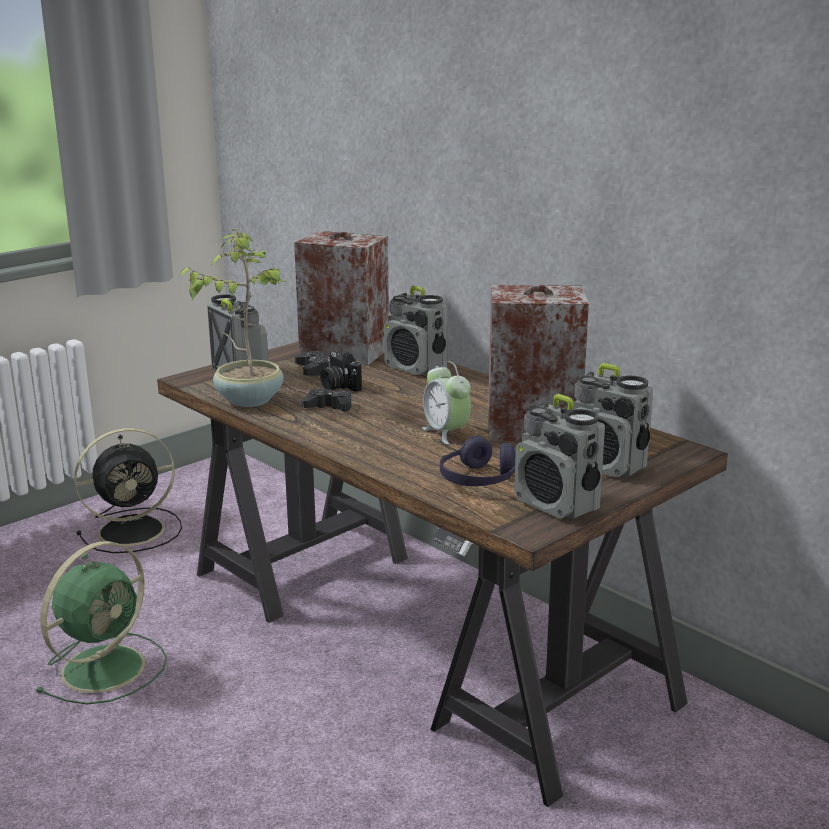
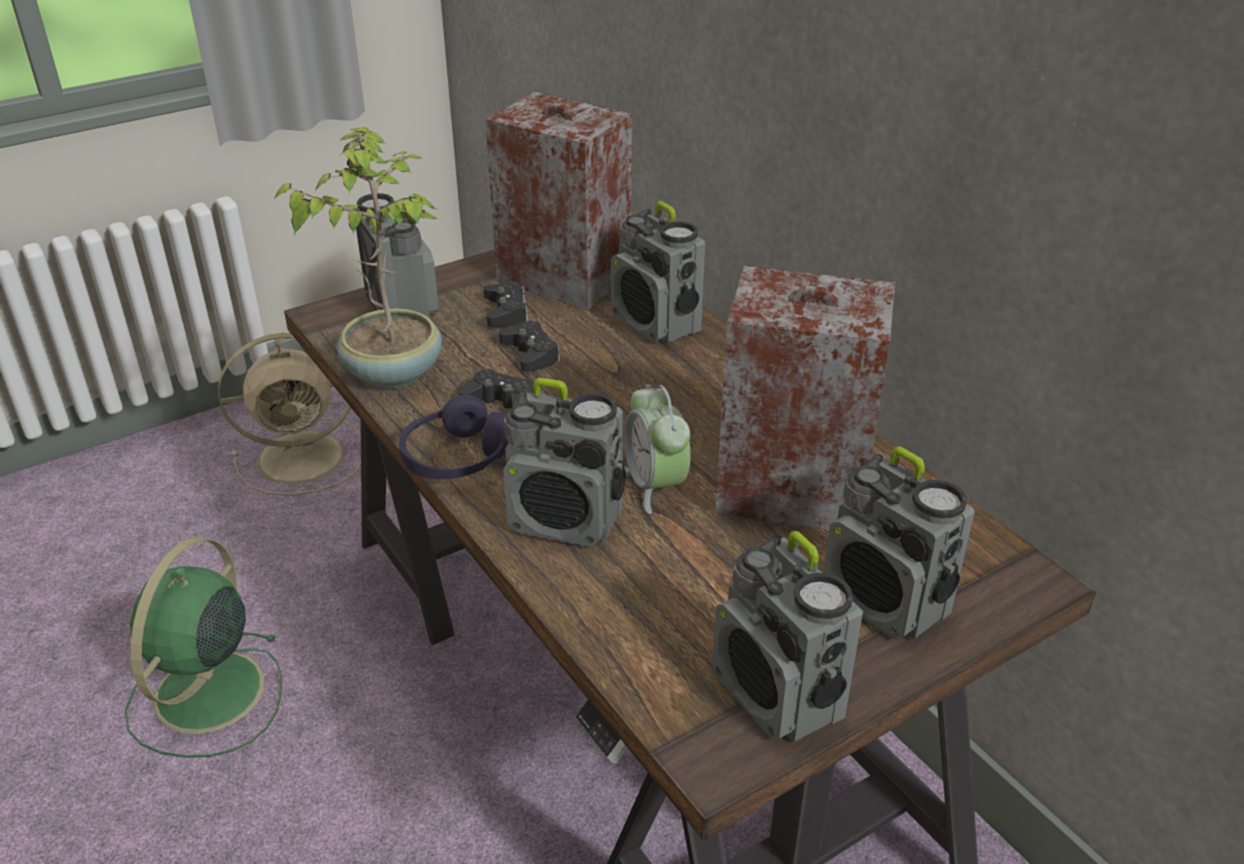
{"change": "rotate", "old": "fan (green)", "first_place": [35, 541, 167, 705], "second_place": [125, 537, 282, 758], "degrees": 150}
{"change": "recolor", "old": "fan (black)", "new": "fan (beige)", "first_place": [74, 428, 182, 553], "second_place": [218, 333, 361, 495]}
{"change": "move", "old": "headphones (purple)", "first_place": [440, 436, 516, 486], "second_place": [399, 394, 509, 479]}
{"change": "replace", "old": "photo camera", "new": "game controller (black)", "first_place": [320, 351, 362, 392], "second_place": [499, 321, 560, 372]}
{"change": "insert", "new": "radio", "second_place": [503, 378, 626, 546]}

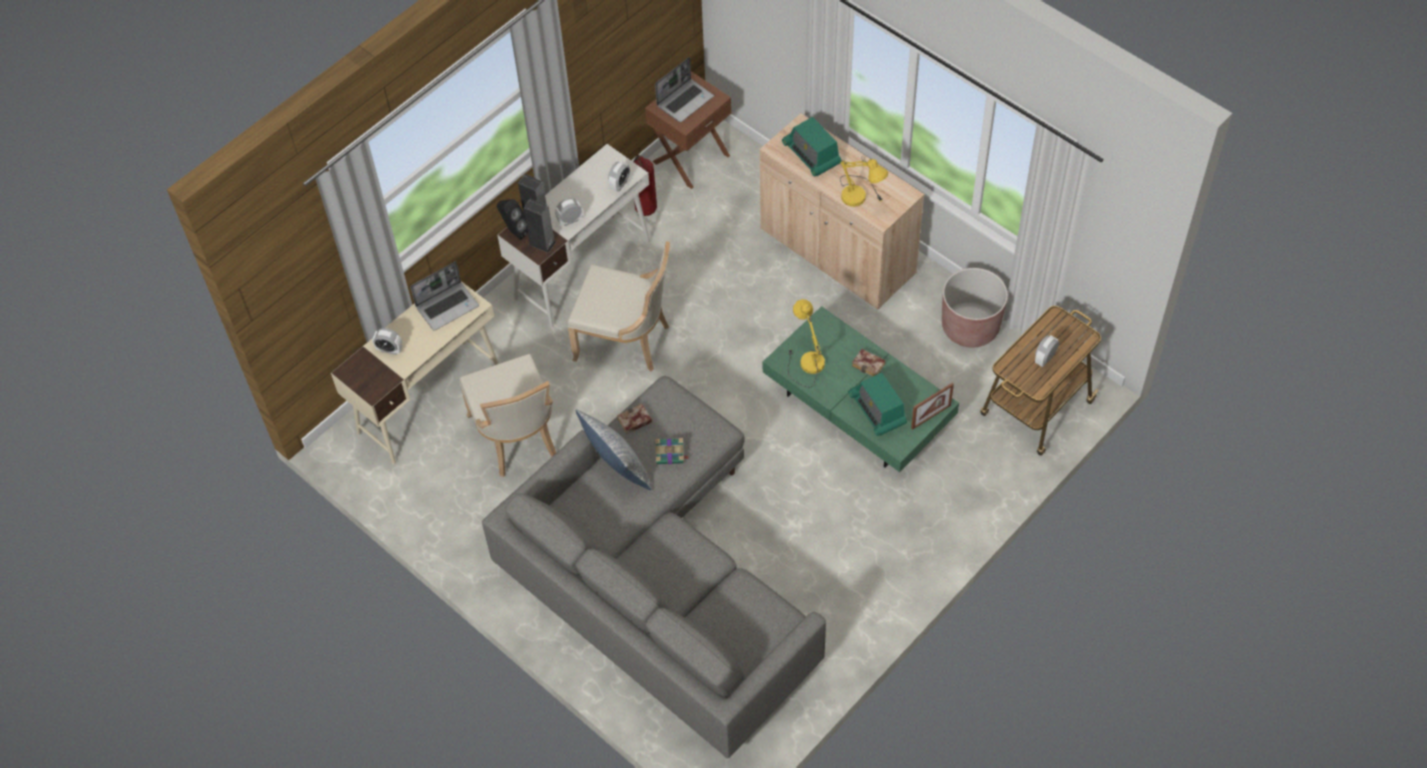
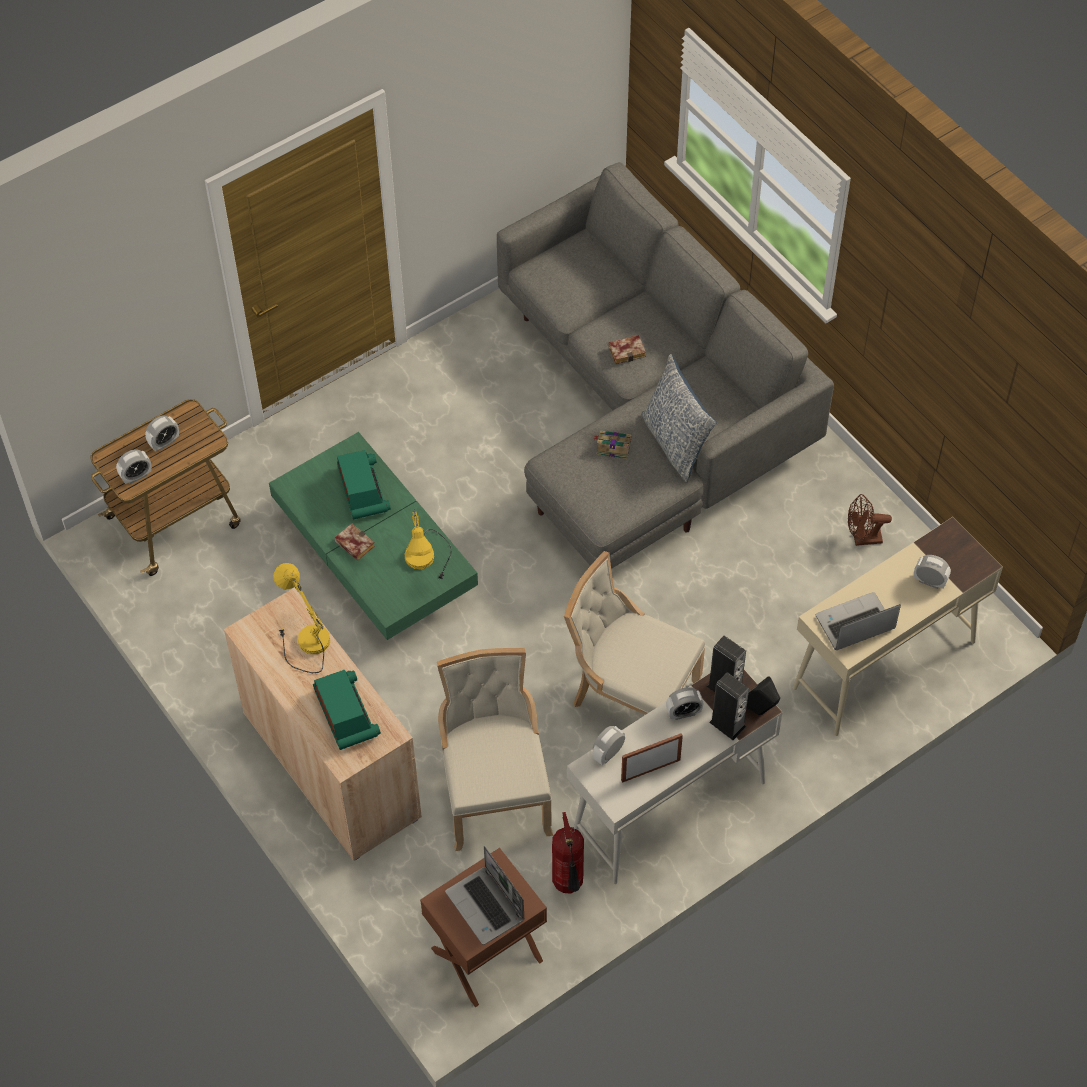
{"change": "insert", "new": "alarm clock", "second_place": [116, 449, 152, 484]}
{"change": "move", "old": "chair (beige)", "first_place": [459, 354, 556, 477], "second_place": [437, 648, 553, 851]}
{"change": "rotate", "old": "laptop", "first_place": [655, 57, 714, 122], "second_place": [445, 846, 524, 945], "degrees": -90}
{"change": "move", "old": "book", "first_place": [617, 404, 652, 434], "second_place": [608, 335, 646, 364]}
{"change": "move", "old": "picture frame", "first_place": [911, 383, 954, 430], "second_place": [621, 733, 683, 783]}
{"change": "insert", "new": "fan (brown)", "second_place": [848, 494, 892, 546]}
{"change": "delete", "old": "planter (brown)", "first_place": [942, 268, 1008, 348]}

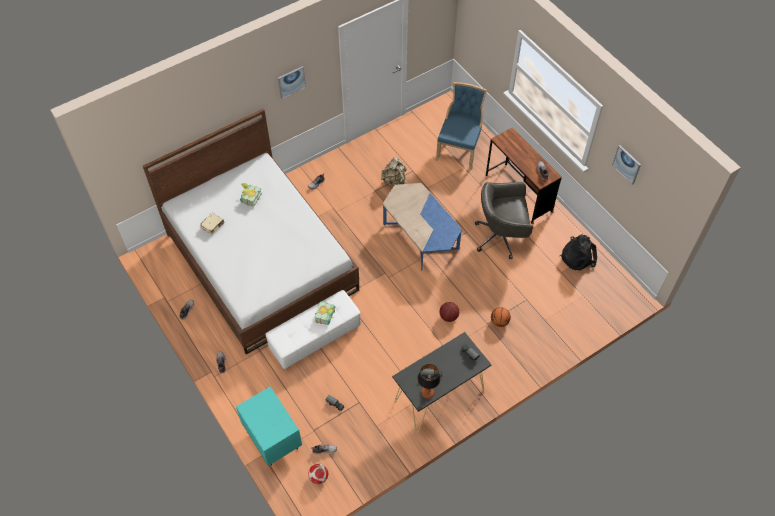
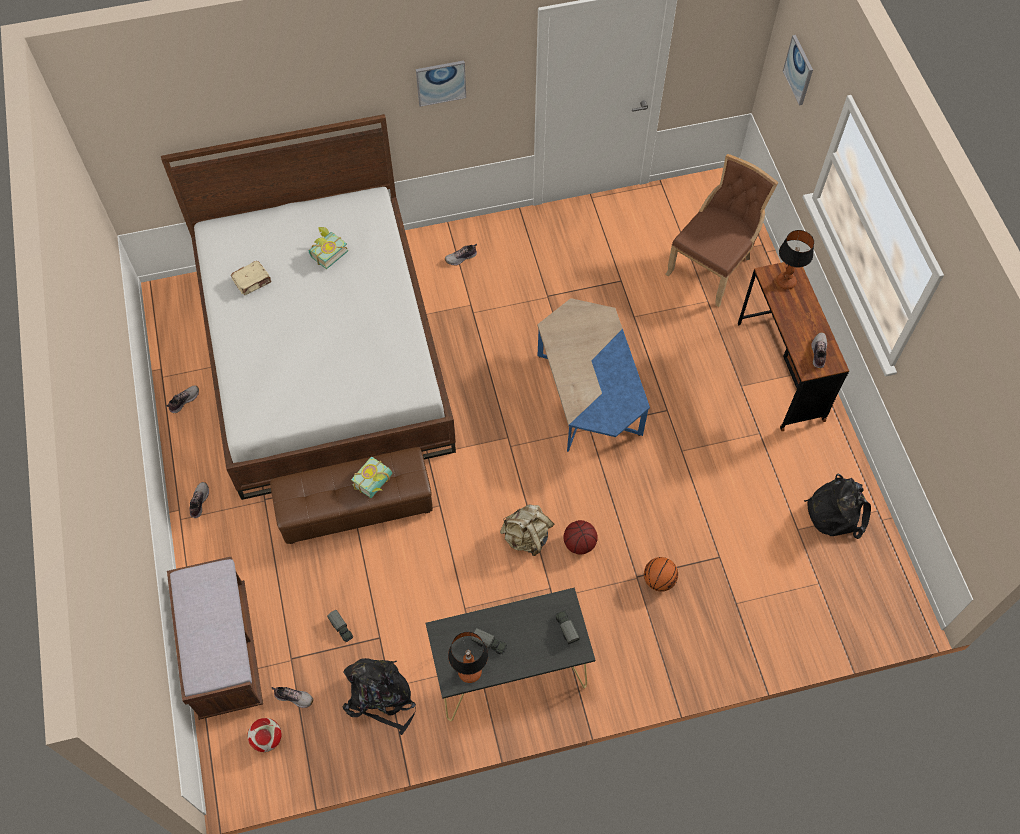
{"change": "replace", "old": "nightstand (turquoise)", "new": "bench (brown)", "first_place": [236, 386, 302, 466], "second_place": [167, 557, 263, 720]}
{"change": "recolor", "old": "ottoman (white)", "new": "ottoman (brown)", "first_place": [266, 290, 360, 369], "second_place": [270, 447, 433, 544]}
{"change": "insert", "new": "backpack (black)", "second_place": [342, 658, 416, 735]}
{"change": "move", "old": "backpack (beige)", "first_place": [381, 157, 406, 186], "second_place": [500, 504, 554, 556]}
{"change": "recolor", "old": "chair (blue)", "new": "chair (brown)", "first_place": [435, 82, 487, 170], "second_place": [665, 154, 778, 307]}
{"change": "insert", "new": "table lamp", "second_place": [776, 230, 814, 290]}
{"change": "move", "old": "picture", "first_place": [612, 145, 641, 185], "second_place": [783, 35, 813, 105]}
{"change": "delete", "old": "office chair (grey)", "first_place": [475, 182, 533, 259]}

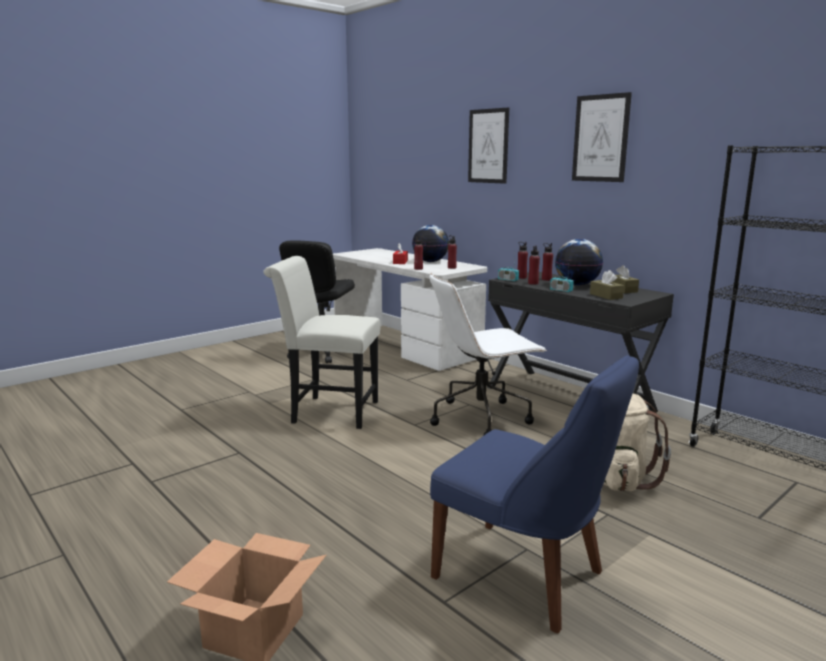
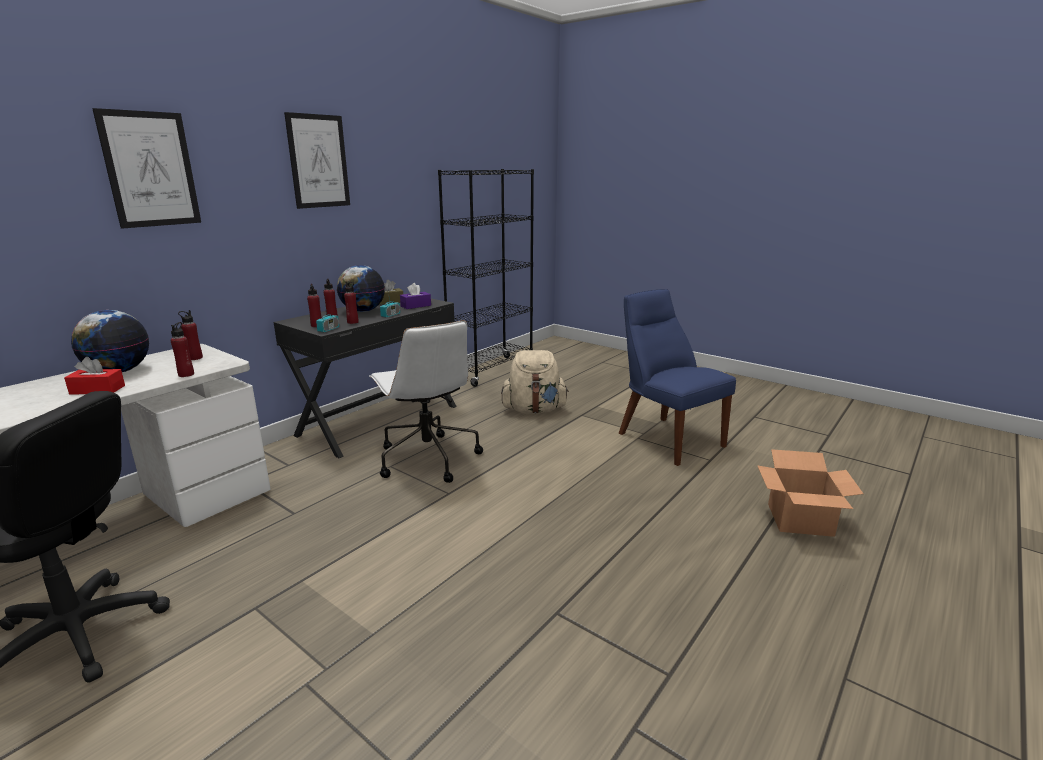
{"change": "recolor", "old": "tissue box (brown)", "new": "tissue box (purple)", "first_place": [590, 270, 624, 300], "second_place": [400, 283, 431, 309]}
{"change": "rotate", "old": "chair (blue)", "first_place": [430, 355, 639, 633], "second_place": [619, 289, 736, 466], "degrees": -60}
{"change": "delete", "old": "chair (white)", "first_place": [263, 256, 380, 429]}

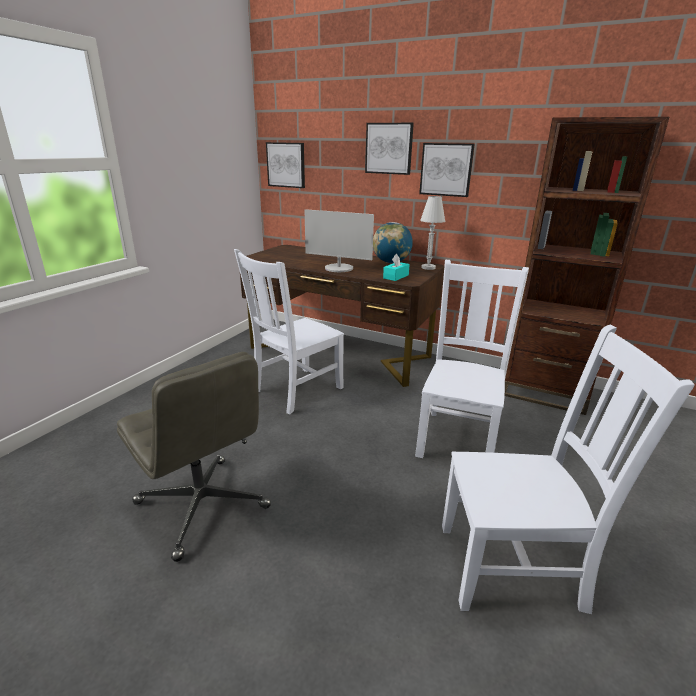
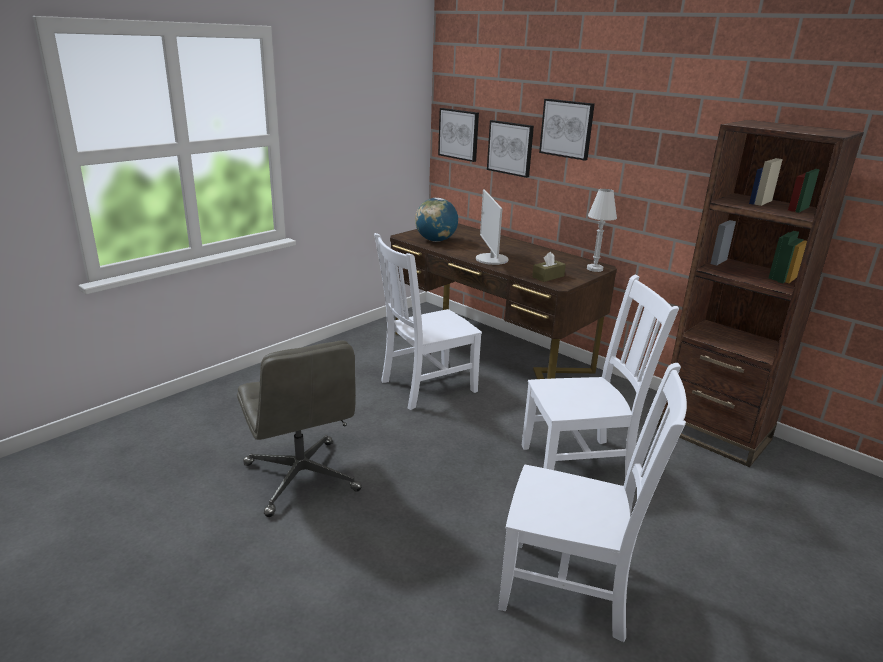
{"change": "move", "old": "globe", "first_place": [373, 222, 413, 263], "second_place": [415, 198, 458, 242]}
{"change": "rotate", "old": "monitor", "first_place": [304, 209, 374, 272], "second_place": [476, 190, 508, 265], "degrees": 45}
{"change": "move", "old": "picture", "first_place": [419, 143, 475, 197], "second_place": [487, 120, 534, 178]}
{"change": "rotate", "old": "chair (white)", "first_place": [415, 260, 529, 458], "second_place": [522, 275, 679, 478], "degrees": 45}
{"change": "recolor", "old": "tissue box (turquoise)", "new": "tissue box (brown)", "first_place": [383, 254, 410, 281], "second_place": [532, 252, 566, 282]}

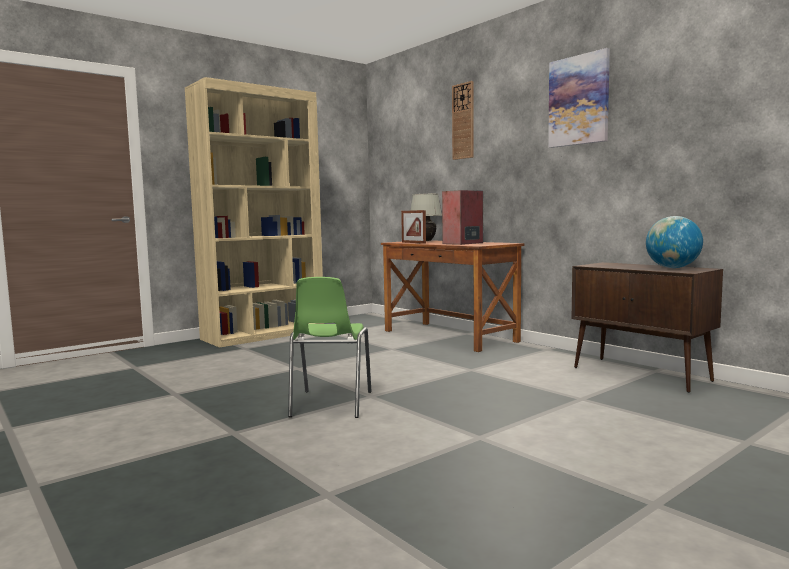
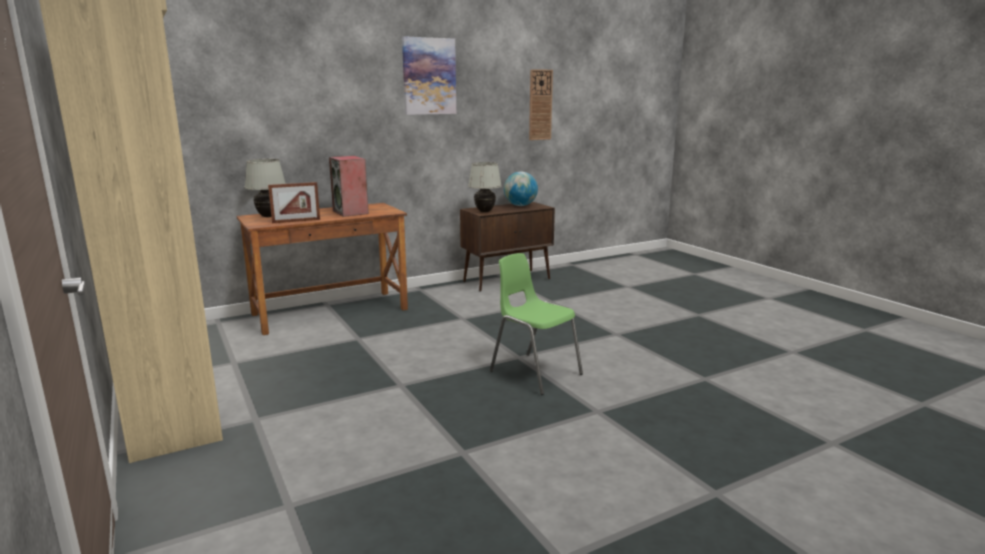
{"change": "insert", "new": "table lamp (white)", "second_place": [468, 162, 502, 212]}
{"change": "rotate", "old": "chair (green)", "first_place": [288, 277, 372, 418], "second_place": [490, 253, 583, 395], "degrees": -150}
{"change": "move", "old": "wall clock", "first_place": [452, 81, 474, 160], "second_place": [529, 69, 553, 140]}

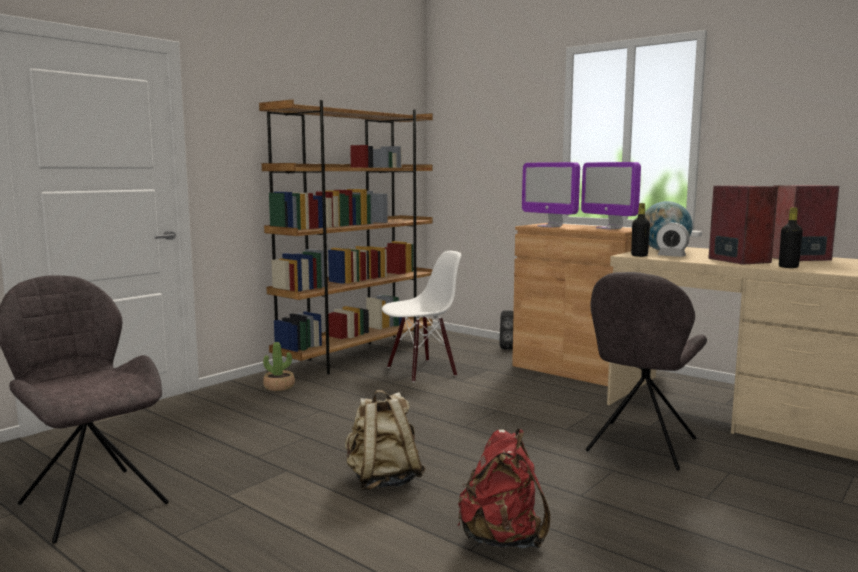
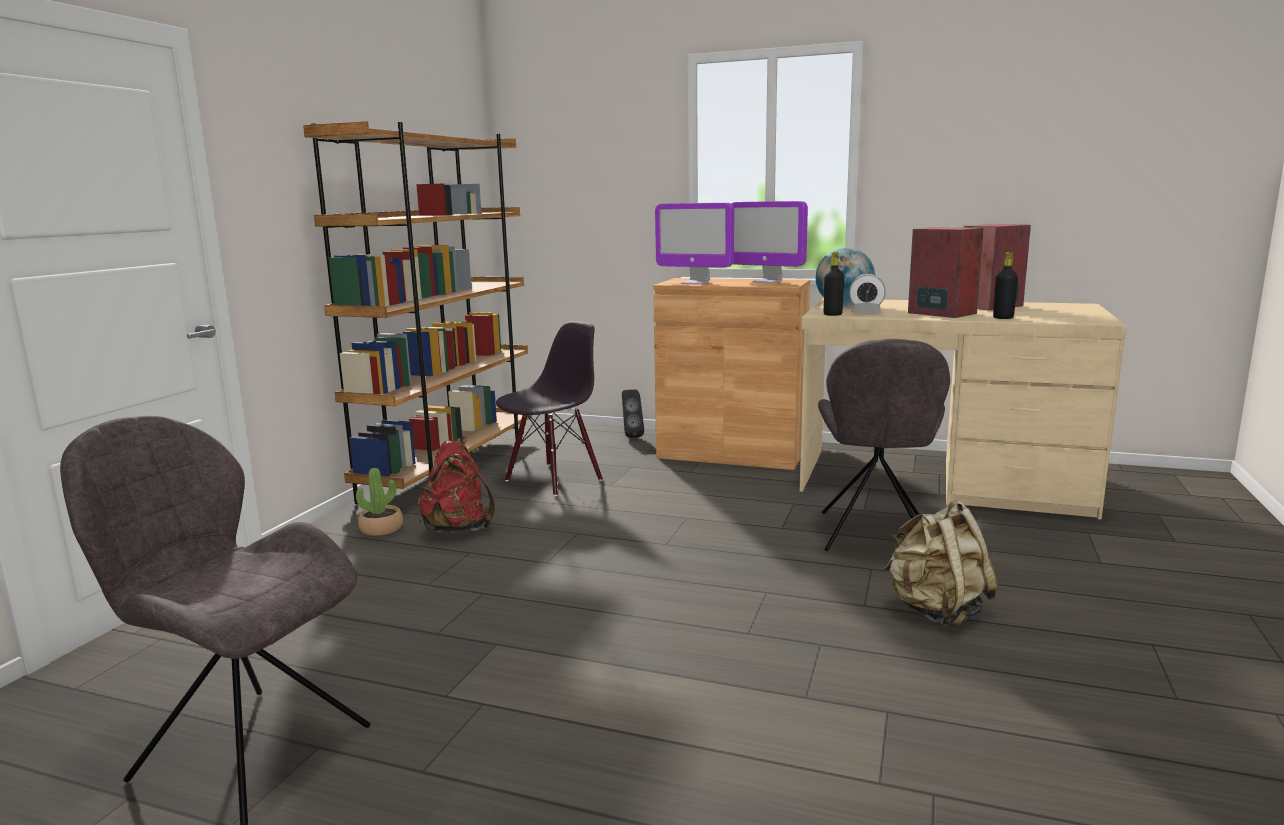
{"change": "move", "old": "backpack (red)", "first_place": [457, 429, 550, 549], "second_place": [418, 437, 495, 533]}
{"change": "recolor", "old": "chair (white)", "new": "chair (black)", "first_place": [382, 251, 461, 382], "second_place": [496, 321, 603, 496]}
{"change": "move", "old": "backpack (beige)", "first_place": [345, 390, 426, 490], "second_place": [883, 500, 999, 628]}

